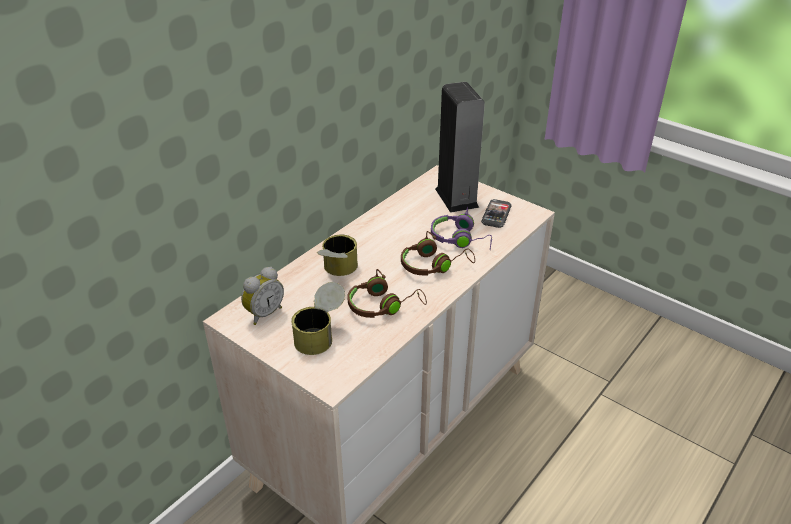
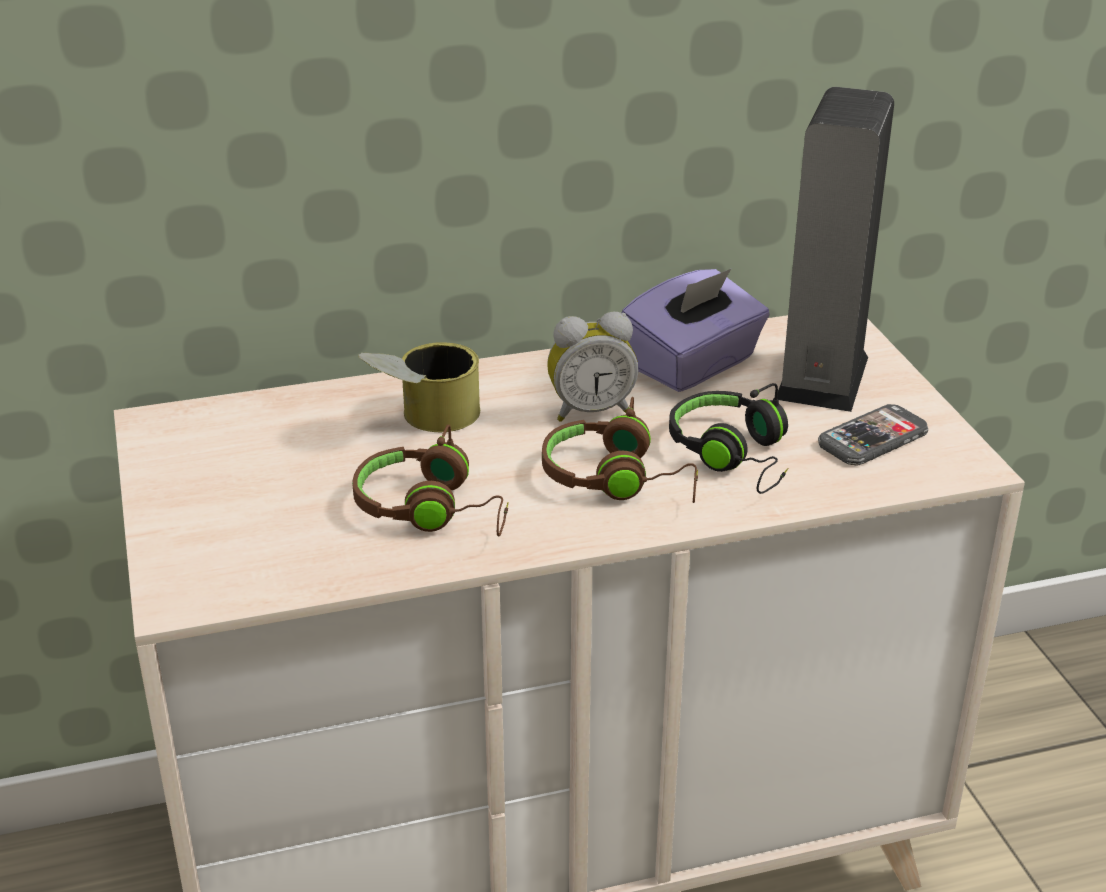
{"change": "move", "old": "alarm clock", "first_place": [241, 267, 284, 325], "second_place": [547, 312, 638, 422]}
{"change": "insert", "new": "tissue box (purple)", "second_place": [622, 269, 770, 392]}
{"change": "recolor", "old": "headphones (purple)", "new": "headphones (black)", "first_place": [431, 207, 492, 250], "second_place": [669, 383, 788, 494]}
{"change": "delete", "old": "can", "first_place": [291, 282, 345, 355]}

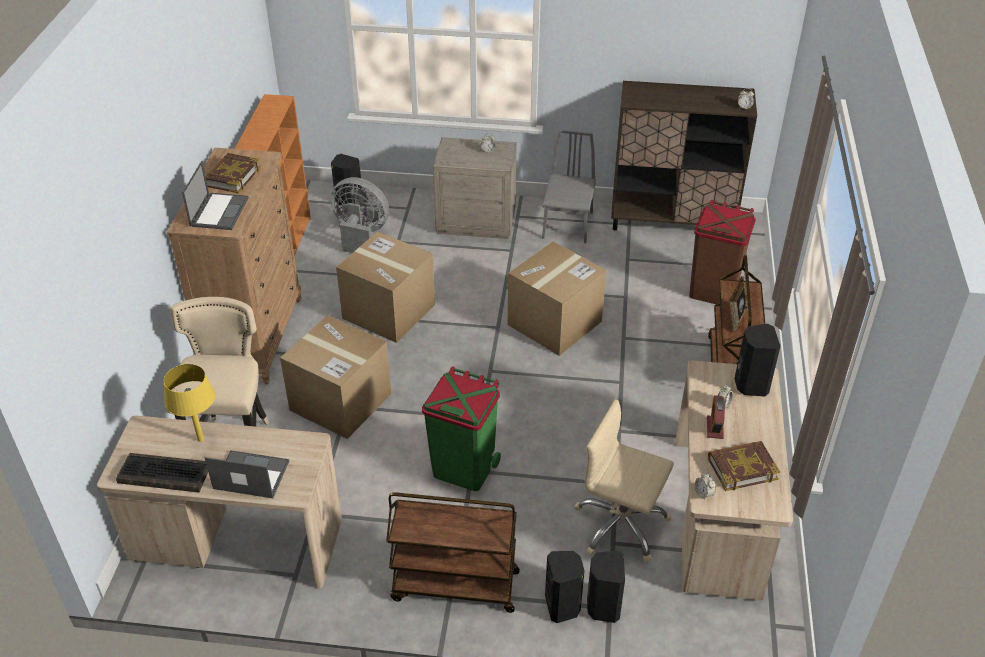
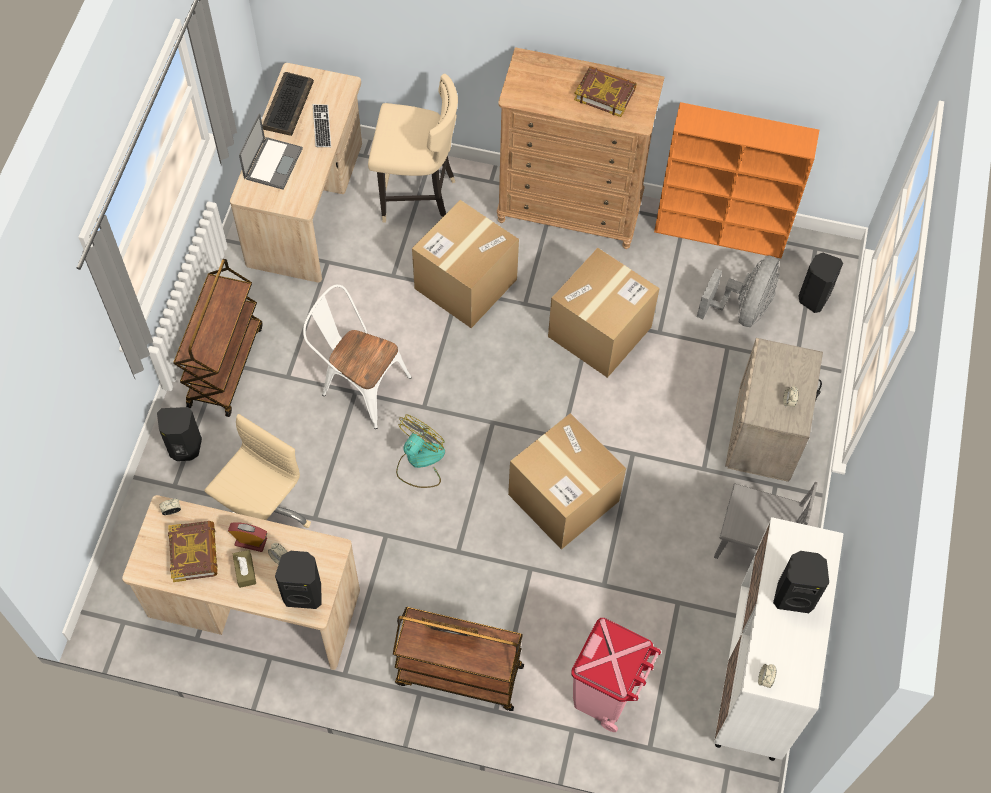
{"change": "insert", "new": "tissue box (brown)", "second_place": [233, 550, 256, 588]}
{"change": "replace", "old": "trash can (green)", "new": "chair (white)", "first_place": [422, 366, 501, 491], "second_place": [303, 284, 412, 429]}
{"change": "replace", "old": "table lamp (yellow)", "new": "keyboard", "first_place": [164, 364, 215, 442], "second_place": [313, 104, 331, 147]}
{"change": "insert", "new": "fan", "second_place": [396, 414, 445, 488]}
{"change": "recolor", "old": "trash can (brown)", "new": "trash can (pink)", "first_place": [689, 200, 756, 304], "second_place": [571, 618, 661, 732]}
{"change": "recolor", "old": "cabinet (brown)", "new": "cabinet (white)", "first_place": [611, 81, 757, 230], "second_place": [714, 517, 844, 761]}
{"change": "move", "old": "speaker (black)", "first_place": [587, 551, 625, 623], "second_place": [773, 551, 829, 613]}
{"change": "delete", "old": "laptop", "first_place": [182, 161, 249, 230]}

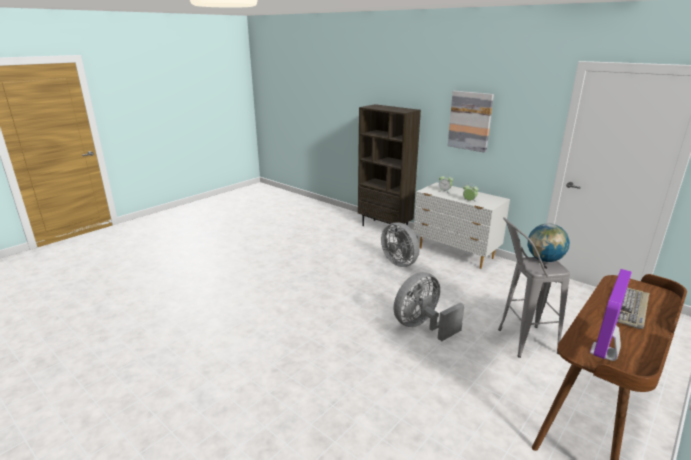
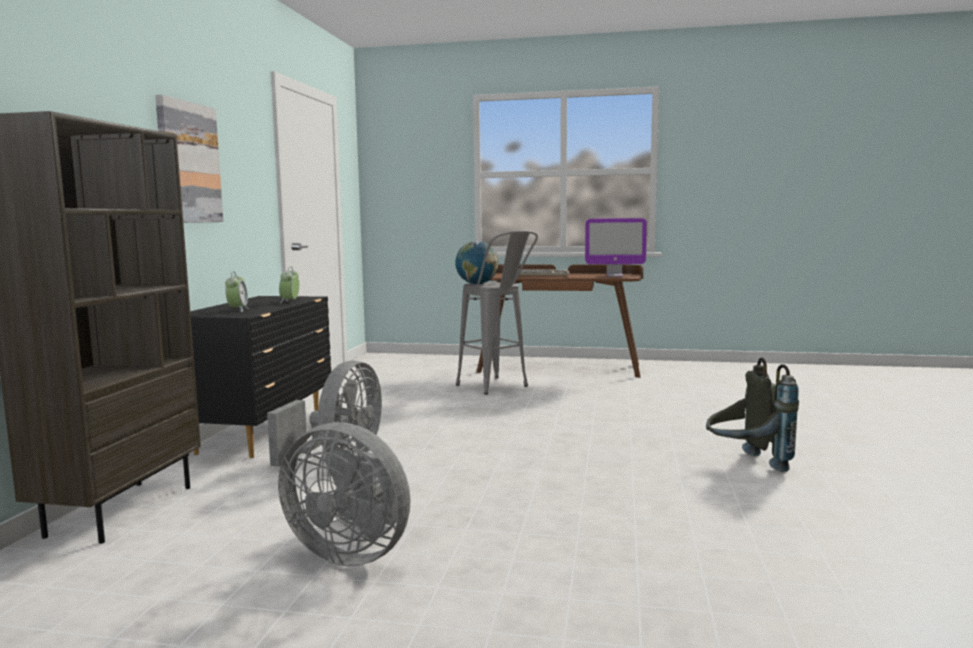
{"change": "recolor", "old": "dresser (white)", "new": "dresser (black)", "first_place": [414, 182, 510, 269], "second_place": [190, 296, 331, 458]}
{"change": "move", "old": "fan (grey)", "first_place": [394, 272, 465, 341], "second_place": [278, 422, 411, 567]}
{"change": "insert", "new": "backpack (grey)", "second_place": [706, 357, 799, 472]}

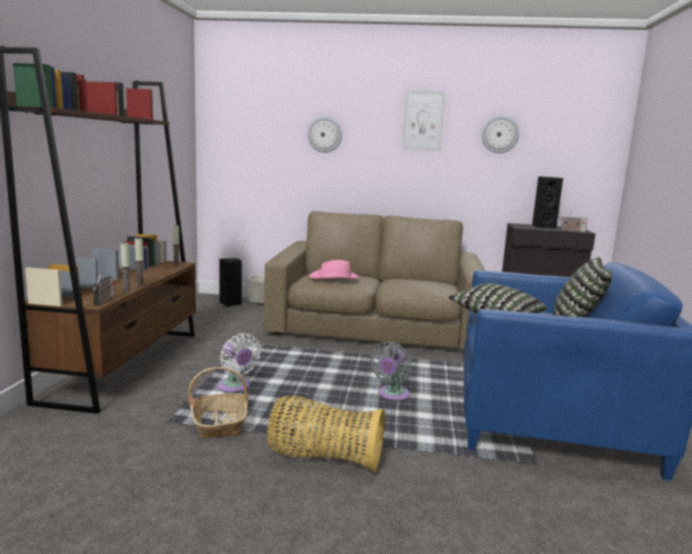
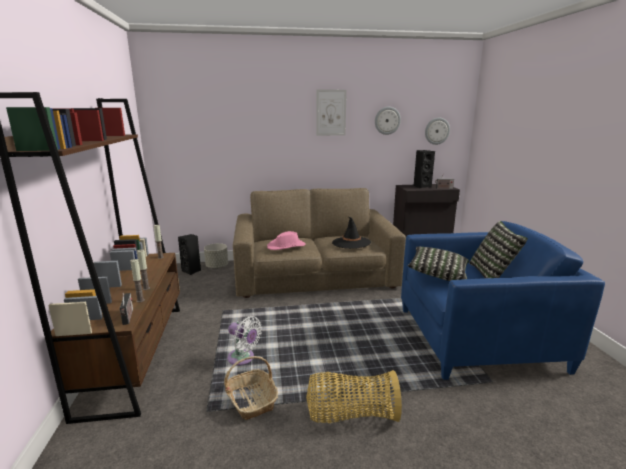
{"change": "insert", "new": "hat (black)", "second_place": [332, 217, 371, 249]}
{"change": "move", "old": "wall clock", "first_place": [308, 117, 342, 153], "second_place": [425, 118, 450, 145]}
{"change": "delete", "old": "fan (grey)", "first_place": [370, 342, 412, 400]}

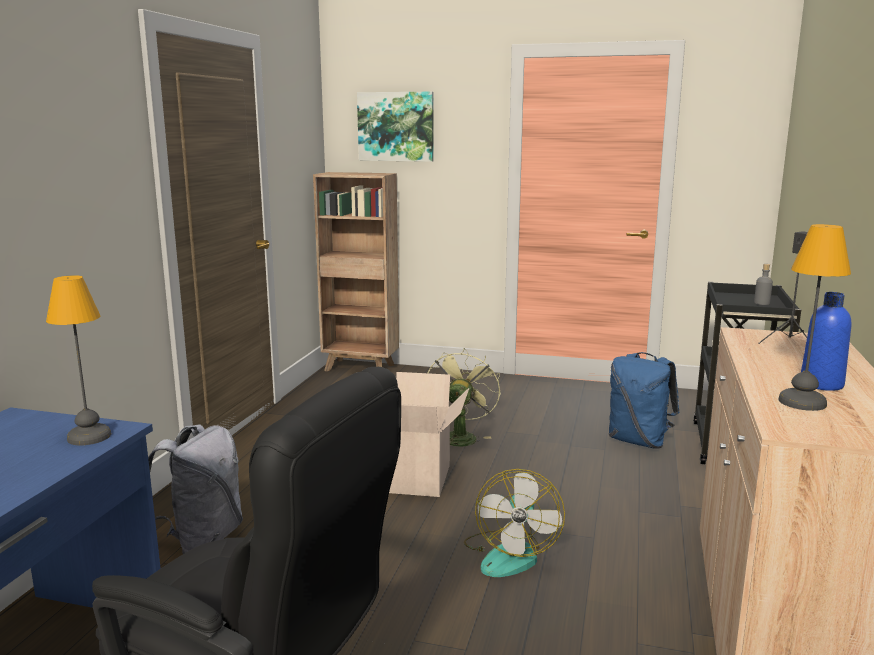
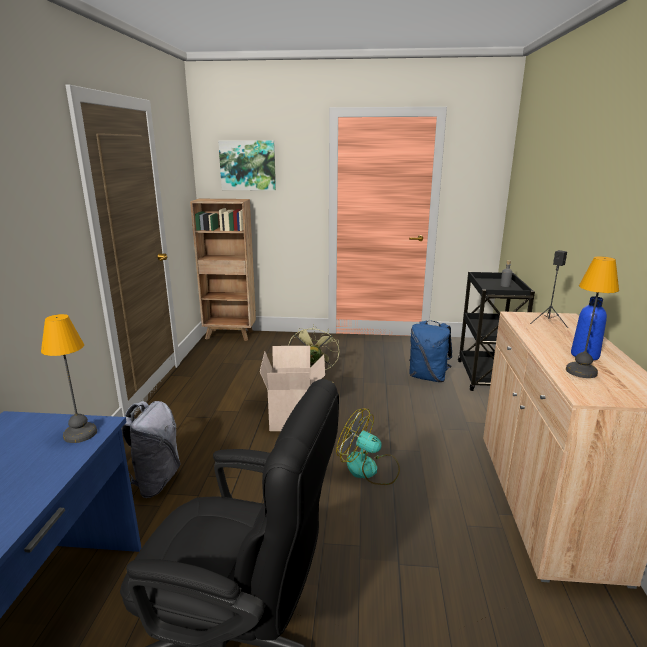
{"change": "rotate", "old": "fan", "first_place": [464, 469, 565, 577], "second_place": [336, 409, 400, 485], "degrees": 120}

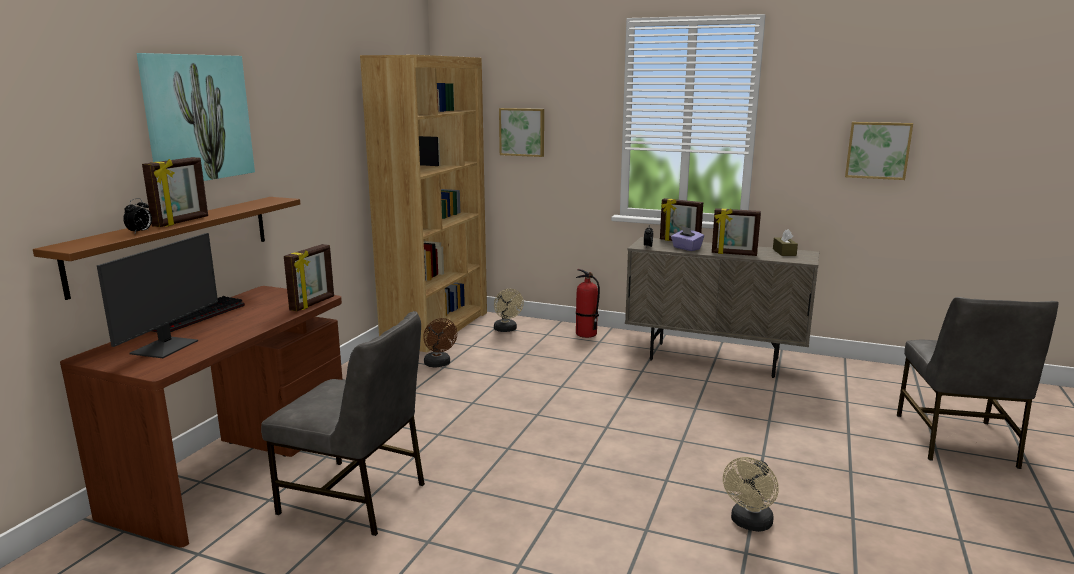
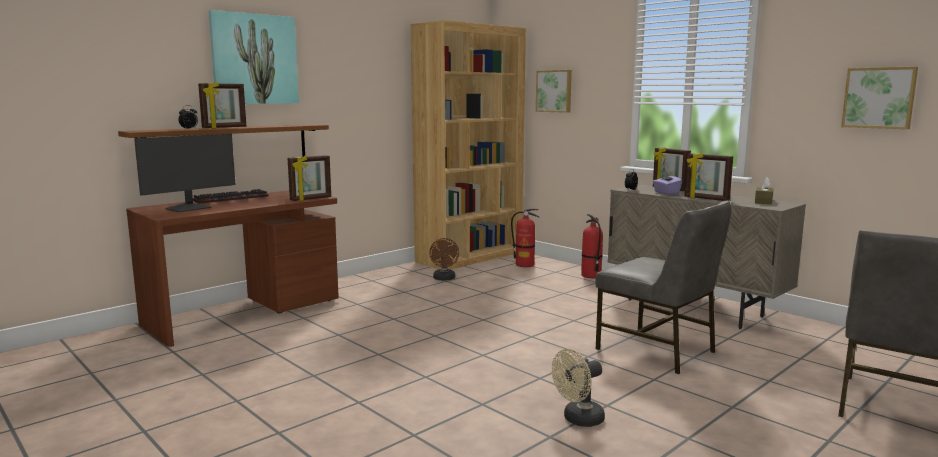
{"change": "replace", "old": "fan (beige)", "new": "fire extinguisher", "first_place": [494, 289, 524, 332], "second_place": [511, 209, 540, 267]}
{"change": "move", "old": "chair (grey)", "first_place": [261, 311, 425, 536], "second_place": [595, 201, 732, 374]}

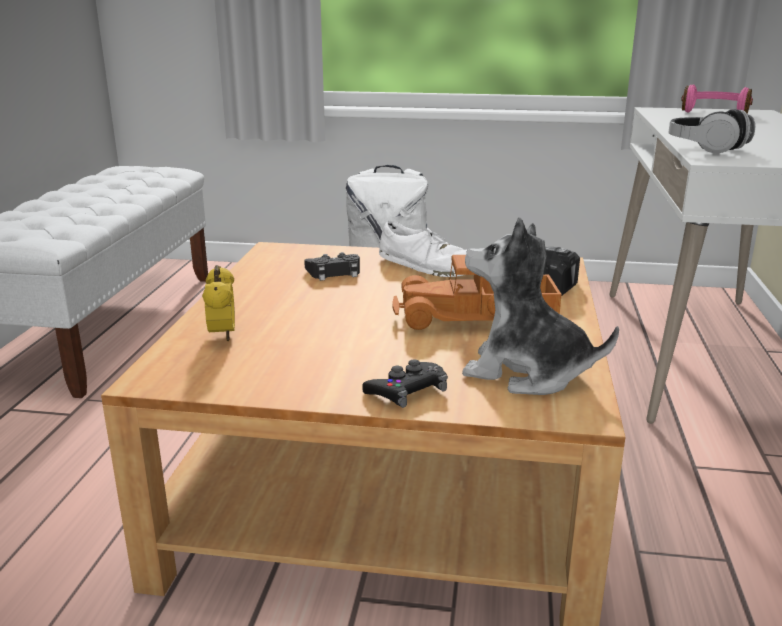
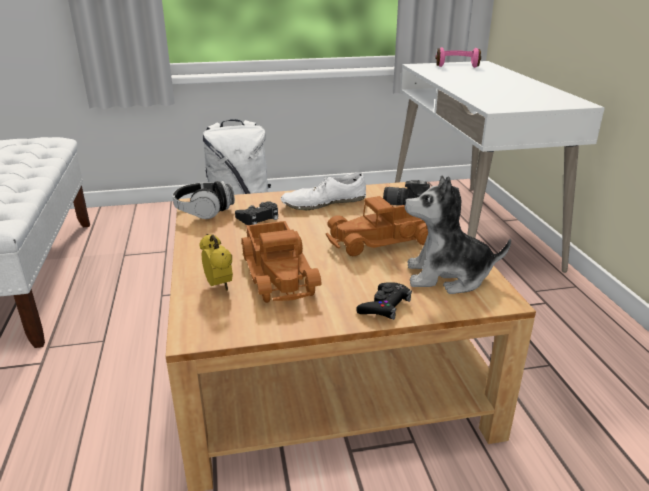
{"change": "move", "old": "headphones", "first_place": [668, 109, 755, 153], "second_place": [173, 181, 235, 219]}
{"change": "insert", "new": "toy truck", "second_place": [241, 221, 321, 303]}
{"change": "rotate", "old": "shoe (white)", "first_place": [379, 220, 467, 277], "second_place": [281, 172, 366, 210], "degrees": 150}

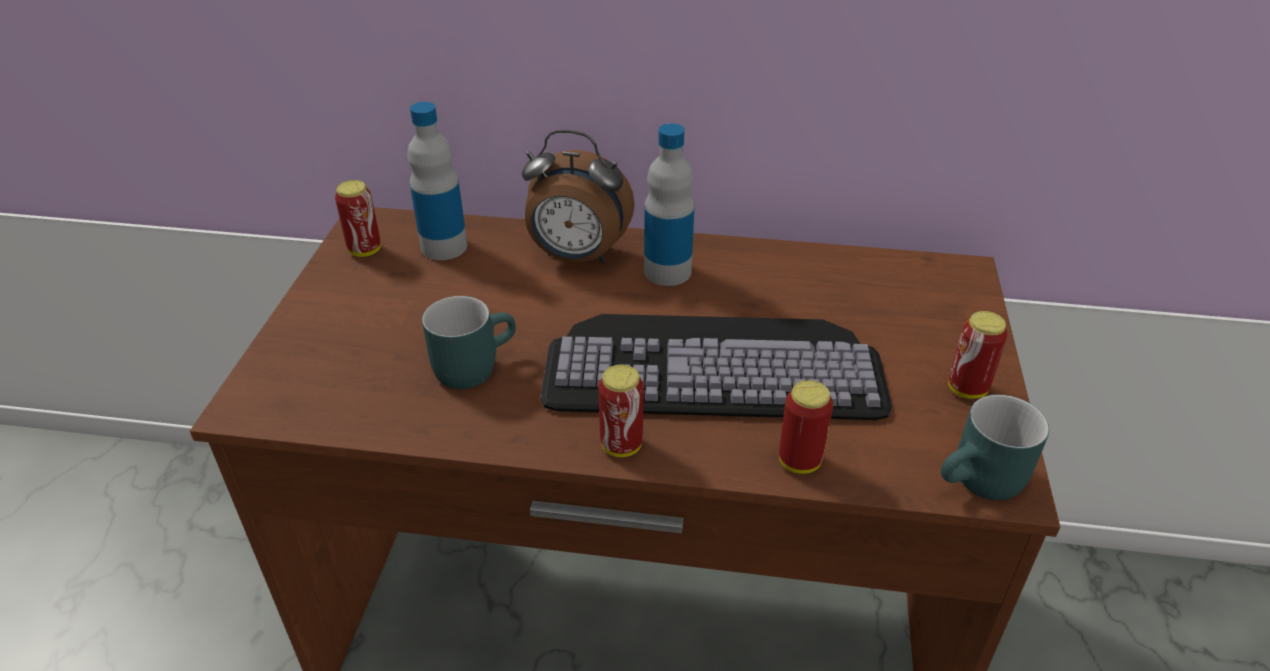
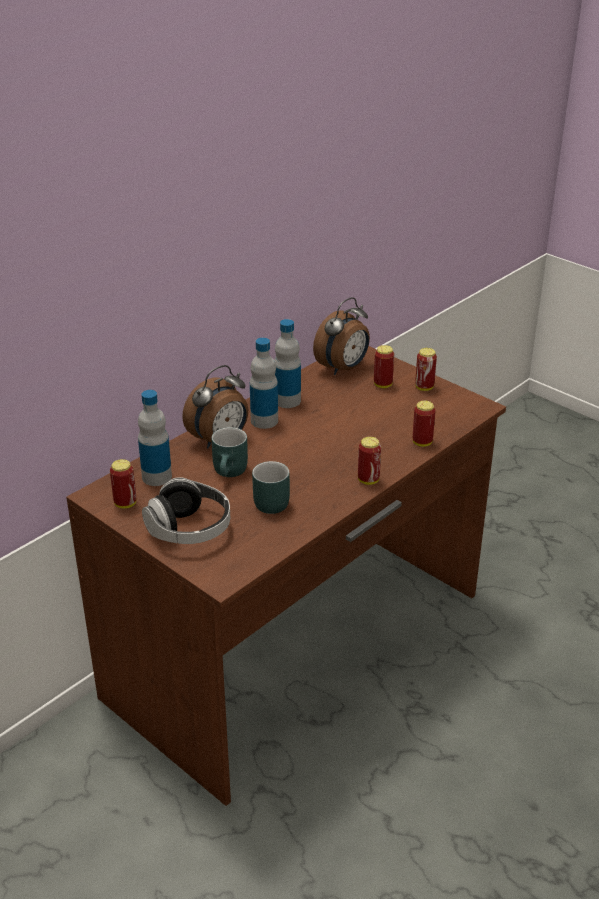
{"change": "insert", "new": "headphones", "second_place": [142, 477, 230, 544]}
{"change": "move", "old": "mug (turquoise)", "first_place": [941, 394, 1049, 500], "second_place": [211, 427, 248, 477]}
{"change": "insert", "new": "bottle", "second_place": [274, 319, 301, 408]}
{"change": "insert", "new": "alarm clock", "second_place": [313, 297, 370, 375]}
{"change": "insert", "new": "can", "second_place": [374, 345, 394, 388]}
{"change": "delete", "old": "keyboard", "first_place": [540, 314, 892, 420]}

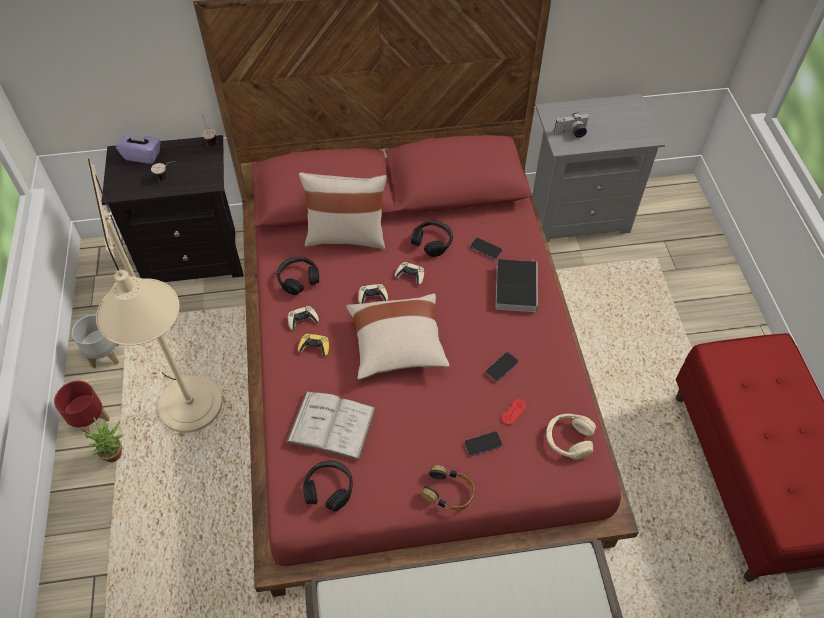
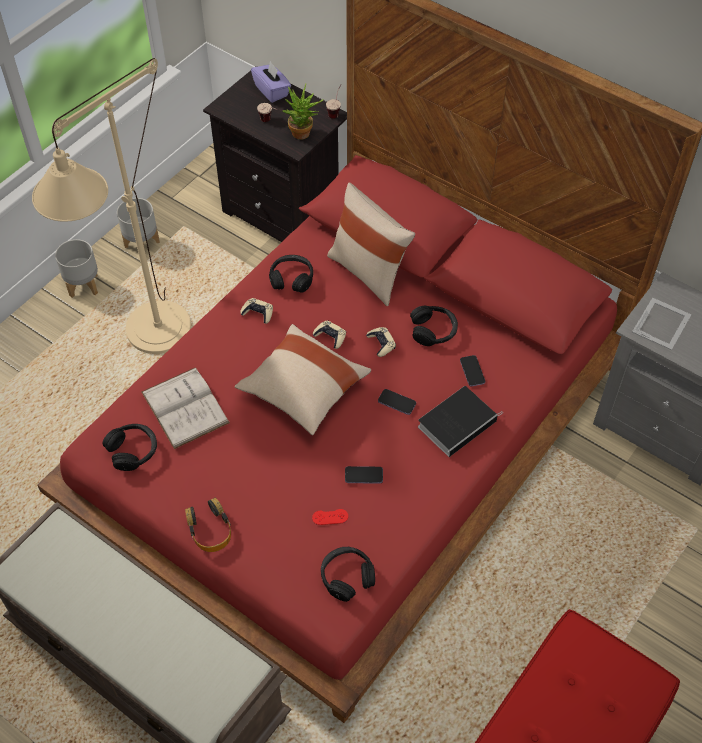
{"change": "recolor", "old": "planter (red)", "new": "planter (grey)", "first_place": [54, 381, 109, 438], "second_place": [55, 239, 98, 298]}
{"change": "move", "old": "potted plant", "first_place": [82, 418, 126, 462], "second_place": [283, 83, 324, 140]}
{"change": "recolor", "old": "headphones (beige)", "new": "headphones (black)", "first_place": [546, 414, 596, 460], "second_place": [321, 547, 375, 602]}
{"change": "move", "old": "phone", "first_place": [464, 432, 502, 456], "second_place": [378, 389, 416, 415]}
{"change": "replace", "old": "photo camera", "new": "picture frame", "first_place": [554, 112, 589, 138], "second_place": [632, 297, 691, 350]}
{"change": "delete", "old": "game controller (yellow)", "first_place": [298, 334, 329, 356]}

